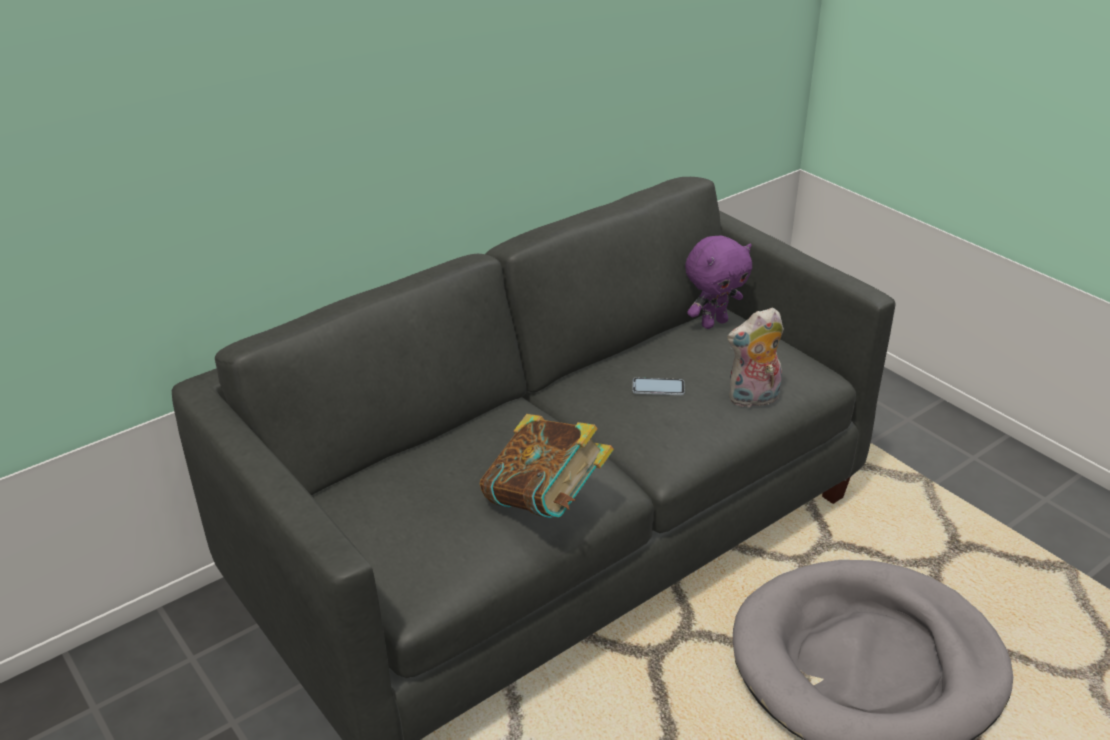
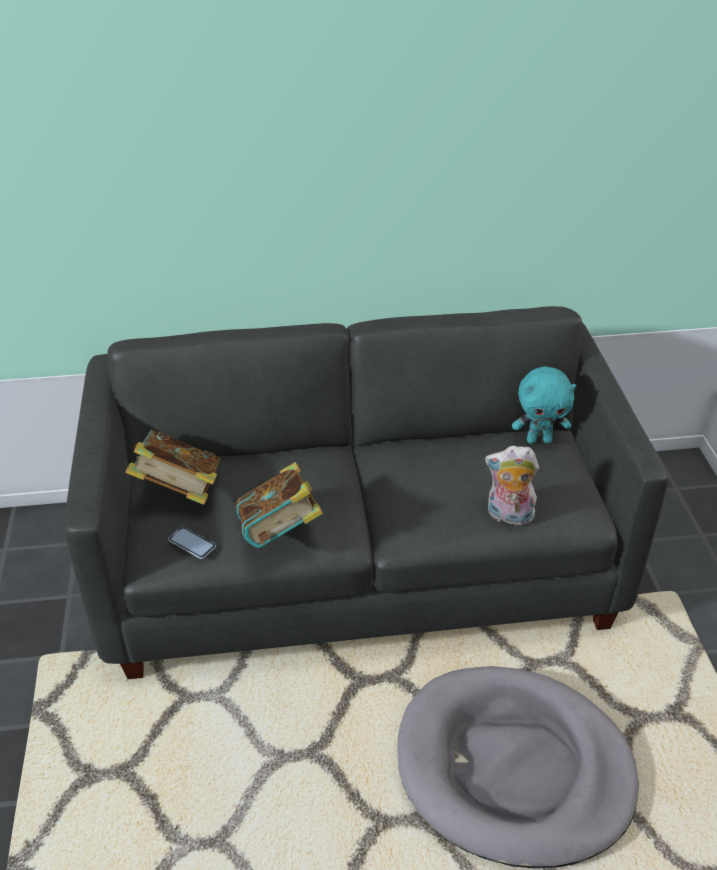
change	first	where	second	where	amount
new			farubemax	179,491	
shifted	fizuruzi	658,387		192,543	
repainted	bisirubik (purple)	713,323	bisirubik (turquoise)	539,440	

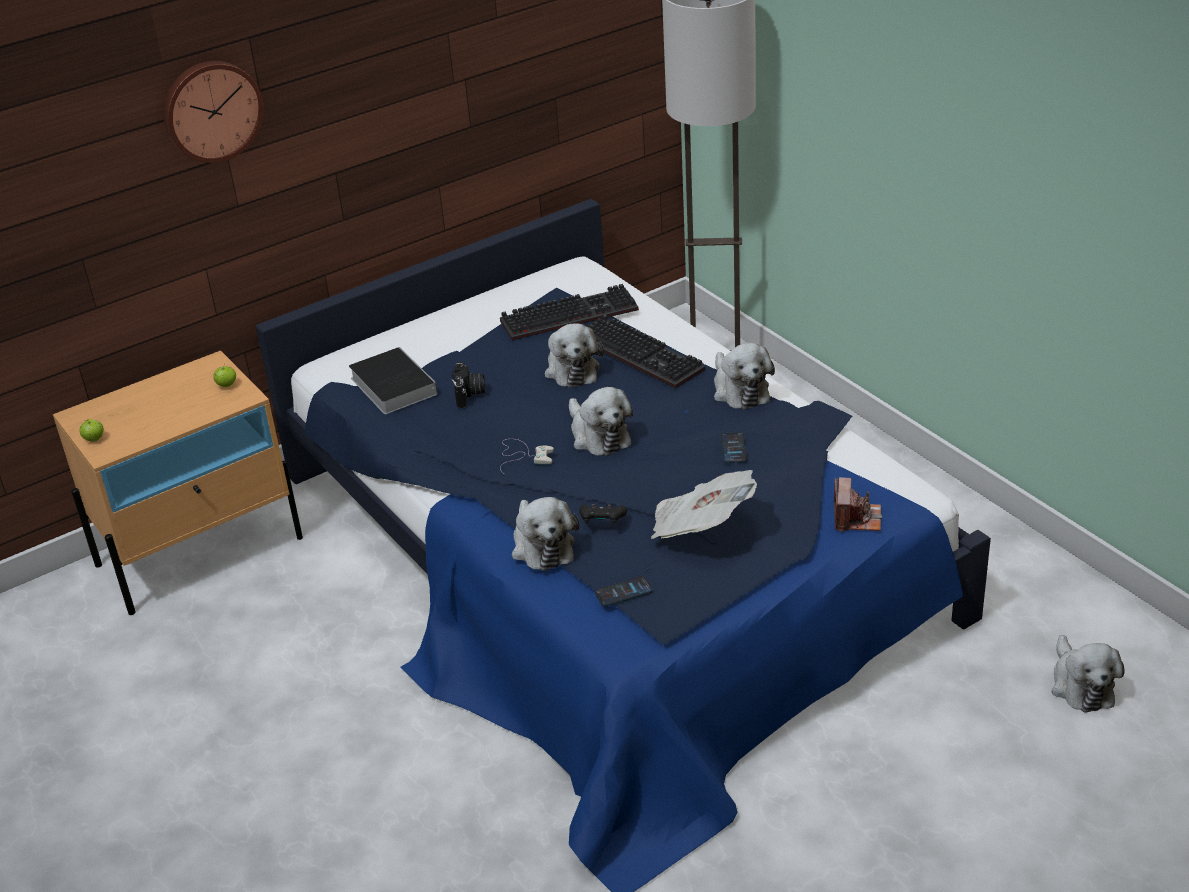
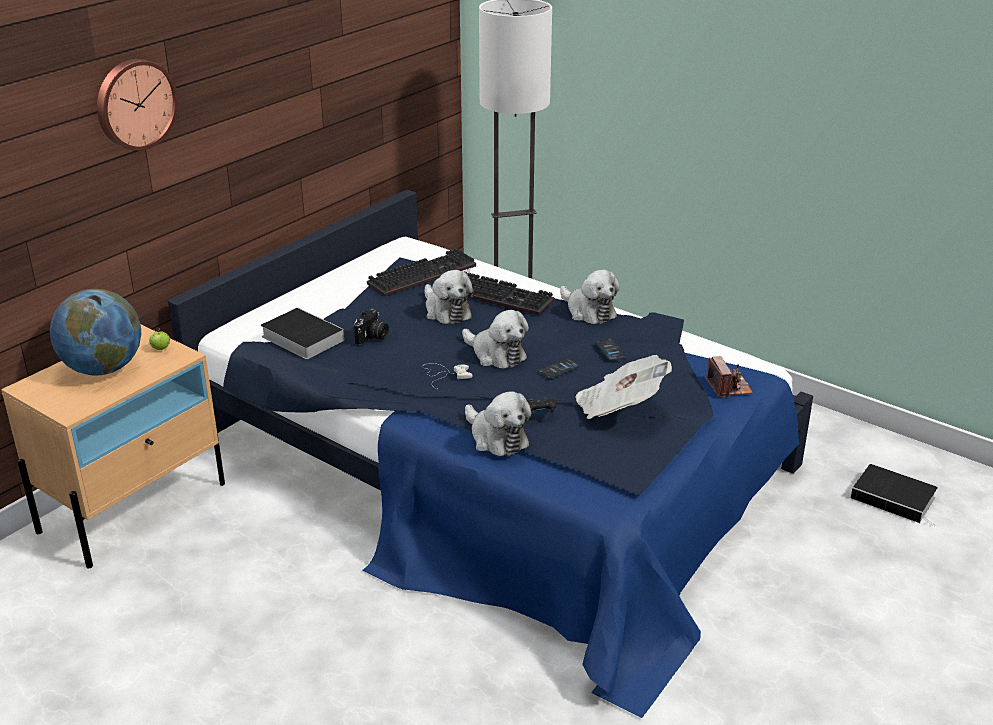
change	first	where	second	where	amount
gone	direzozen	94,439			
new			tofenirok	103,369	
shifted	fizuruzi	623,592		558,369	
swapped	bisirubik	1081,685	farubemax	895,498	
rotated	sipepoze	469,394		372,337	45 degrees clockwise

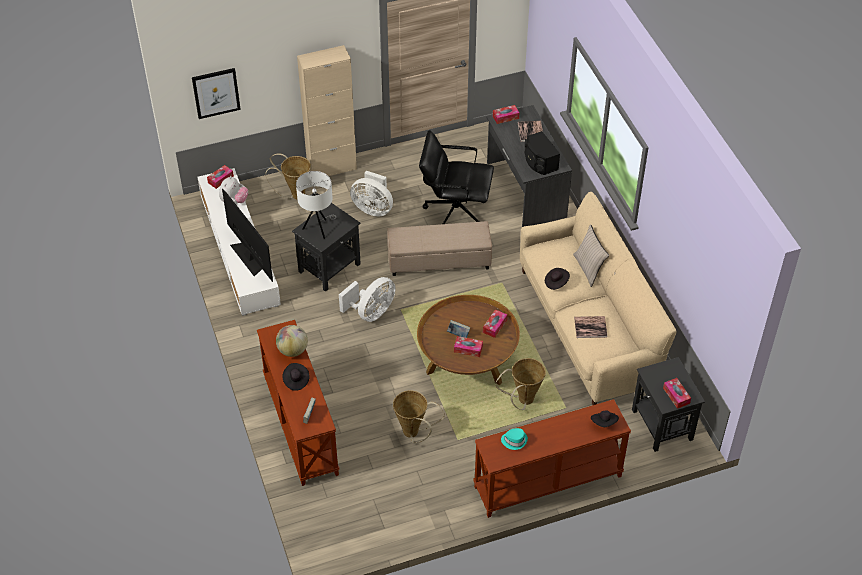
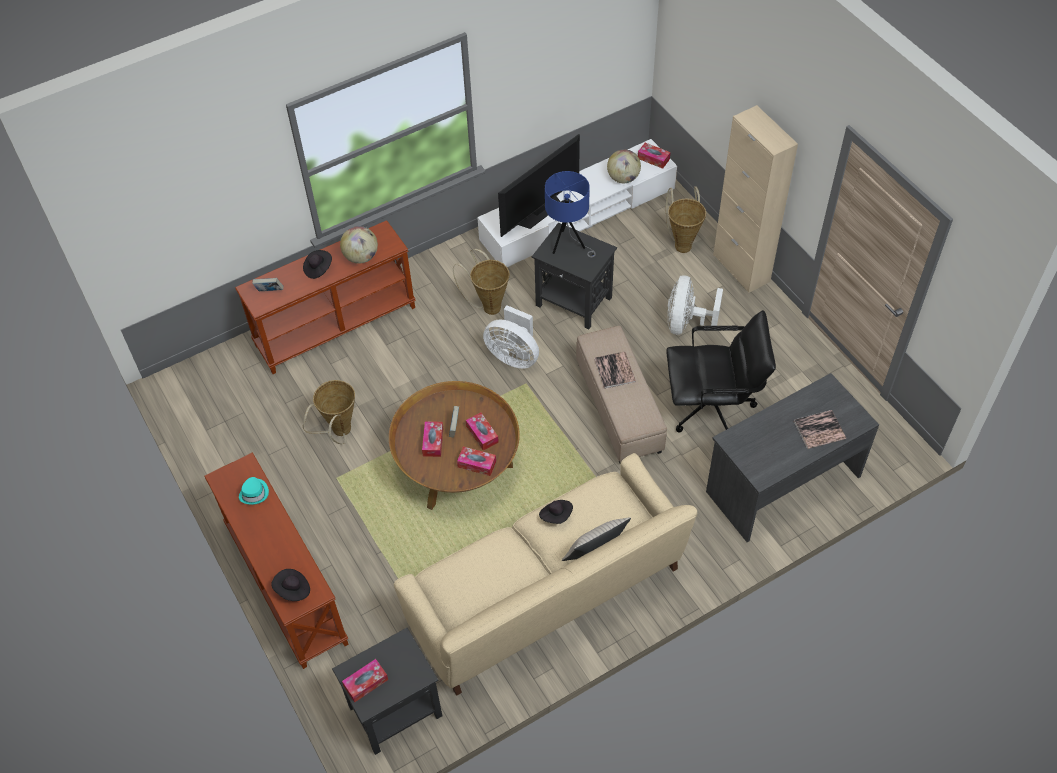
change	first	where	second	where	amount
gone	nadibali	216,93			
gone	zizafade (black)	539,162			
shifted	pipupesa	505,117		482,434	
shifted	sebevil	522,401		488,306	
shifted	farubemax	590,327		615,370	
swapped	bisirubik	234,201	tofenirok	623,178	
repainted	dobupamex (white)	318,228	dobupamex (blue)	568,245	
rotated	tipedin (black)	455,211		712,409	90 degrees clockwise

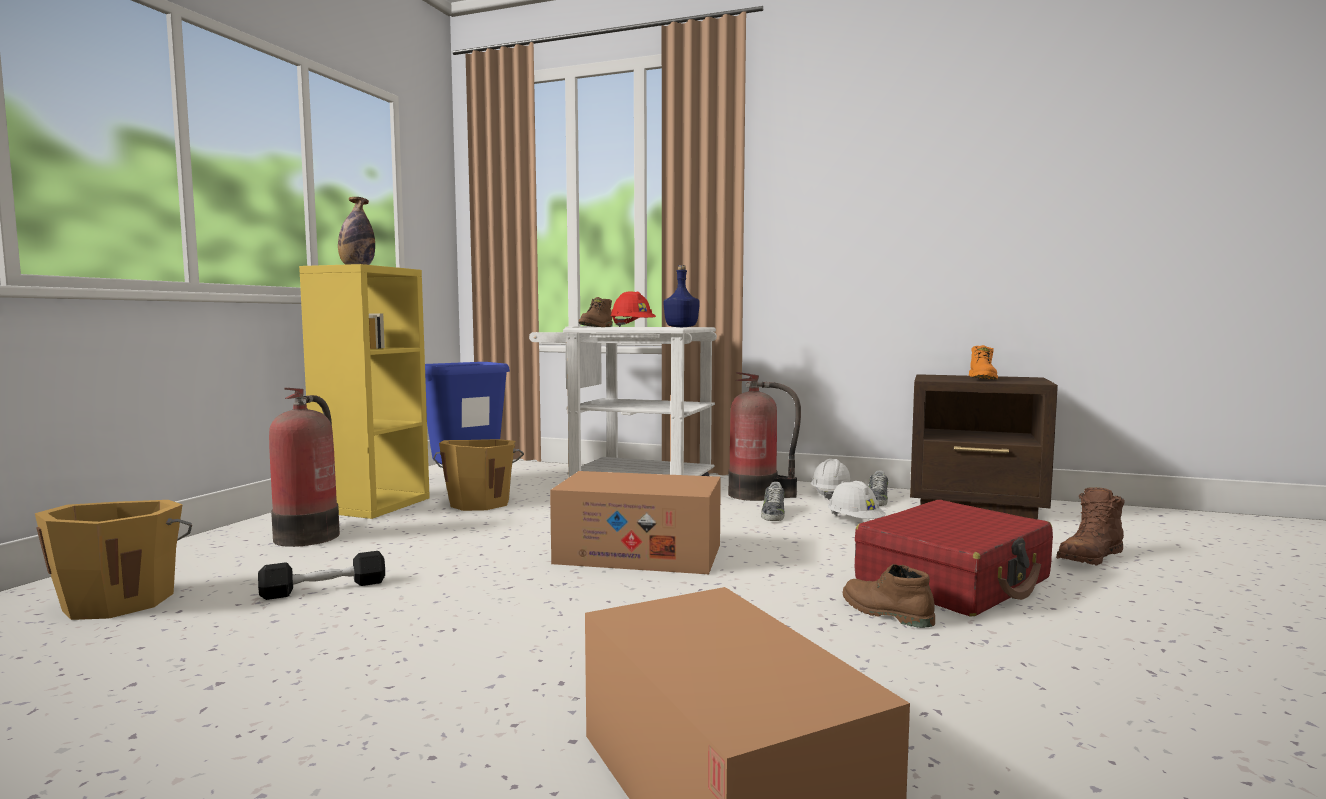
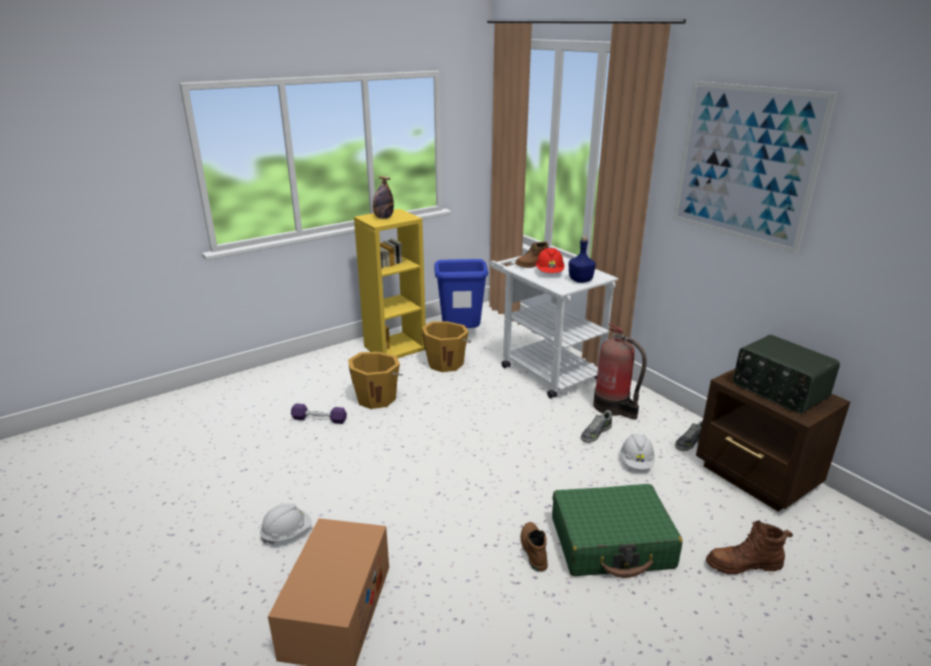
change	first	where	second	where	amount
gone	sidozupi	310,535			
gone	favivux	639,554			
new			nadibali	744,164	
shifted	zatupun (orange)	120,601		376,397	
shifted	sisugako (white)	831,494		287,533	
swapped	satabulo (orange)	983,378	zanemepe	779,391	
repainted	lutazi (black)	324,588	lutazi (purple)	319,419	
repainted	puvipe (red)	953,580	puvipe (green)	612,543	

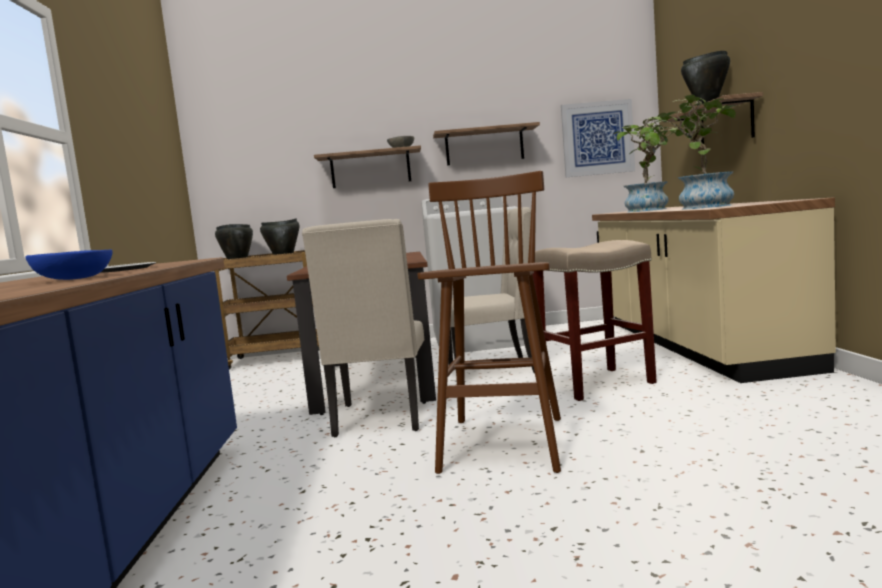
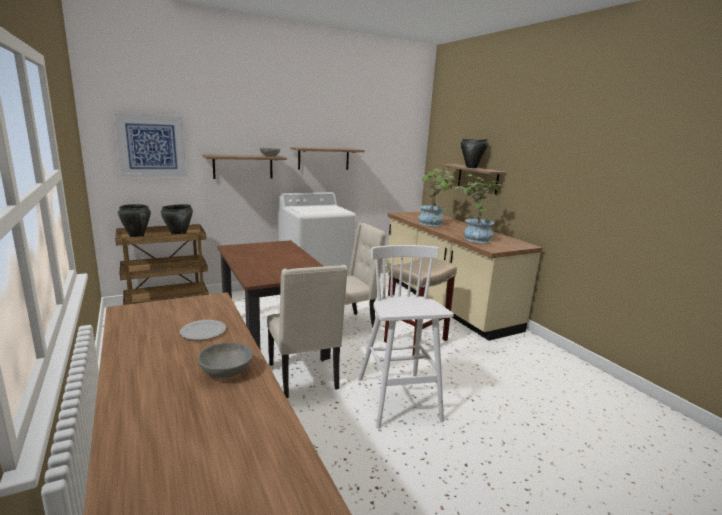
change	first	where	second	where	amount
shifted	nadibali	597,138		151,146	
repainted	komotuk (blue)	75,279	komotuk (grey)	227,371	
repainted	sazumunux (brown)	503,445	sazumunux (white)	399,400	

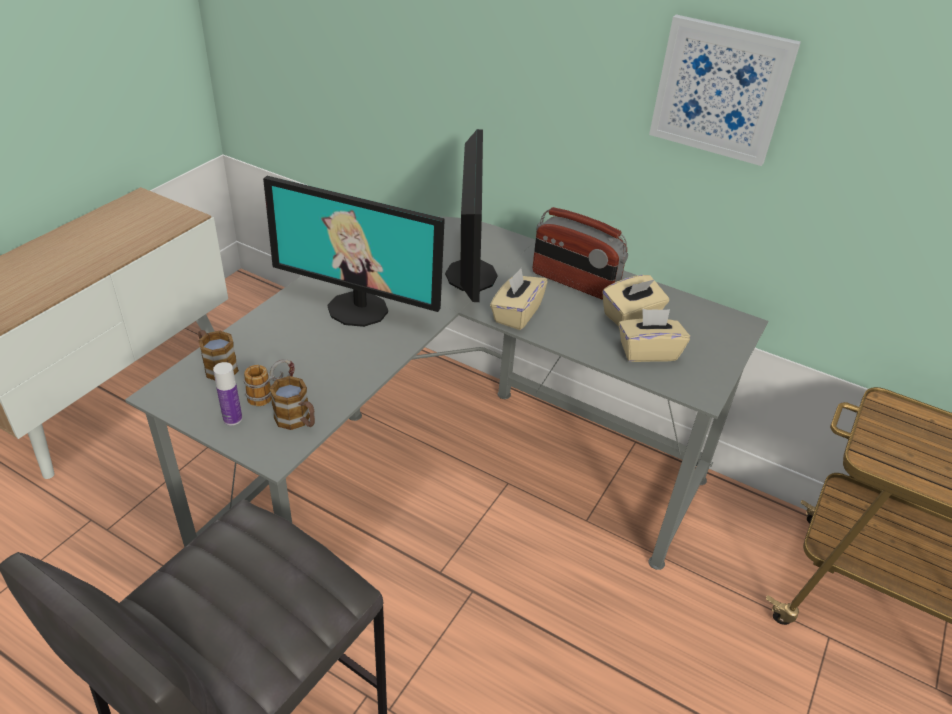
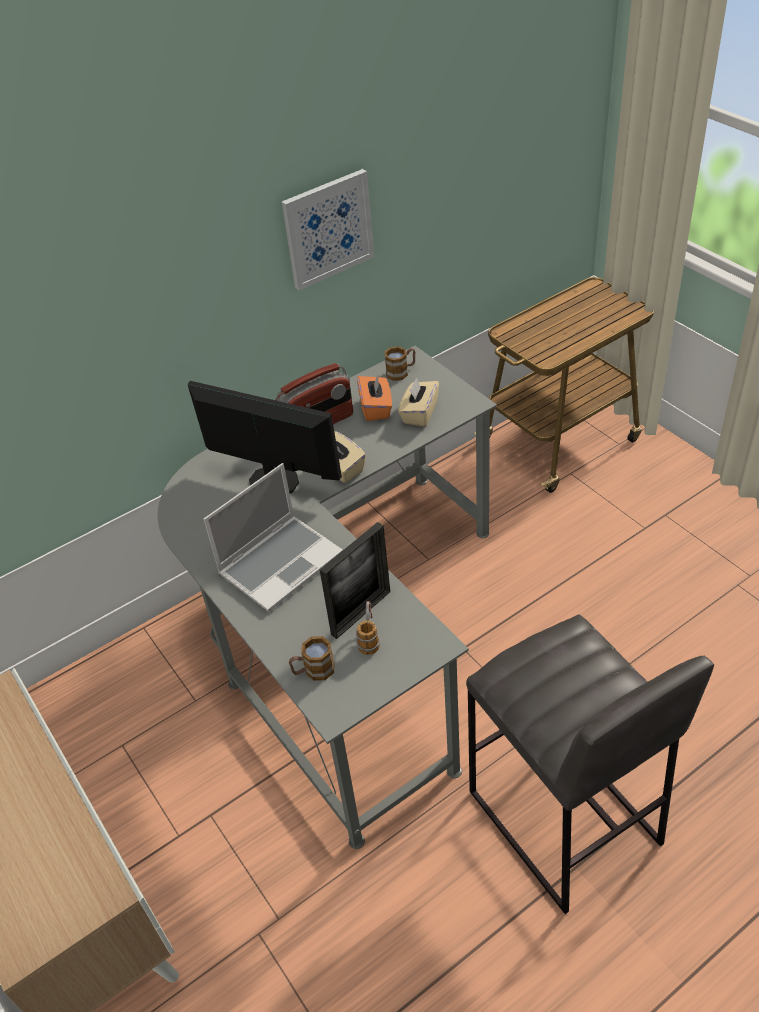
change	first	where	second	where	amount
gone	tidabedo	232,419			
new			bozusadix	361,613	
shifted	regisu	297,421		401,372	
swapped	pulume	358,308	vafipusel	281,563	
repainted	pipupesa (beige)	631,316	pipupesa (orange)	376,408	

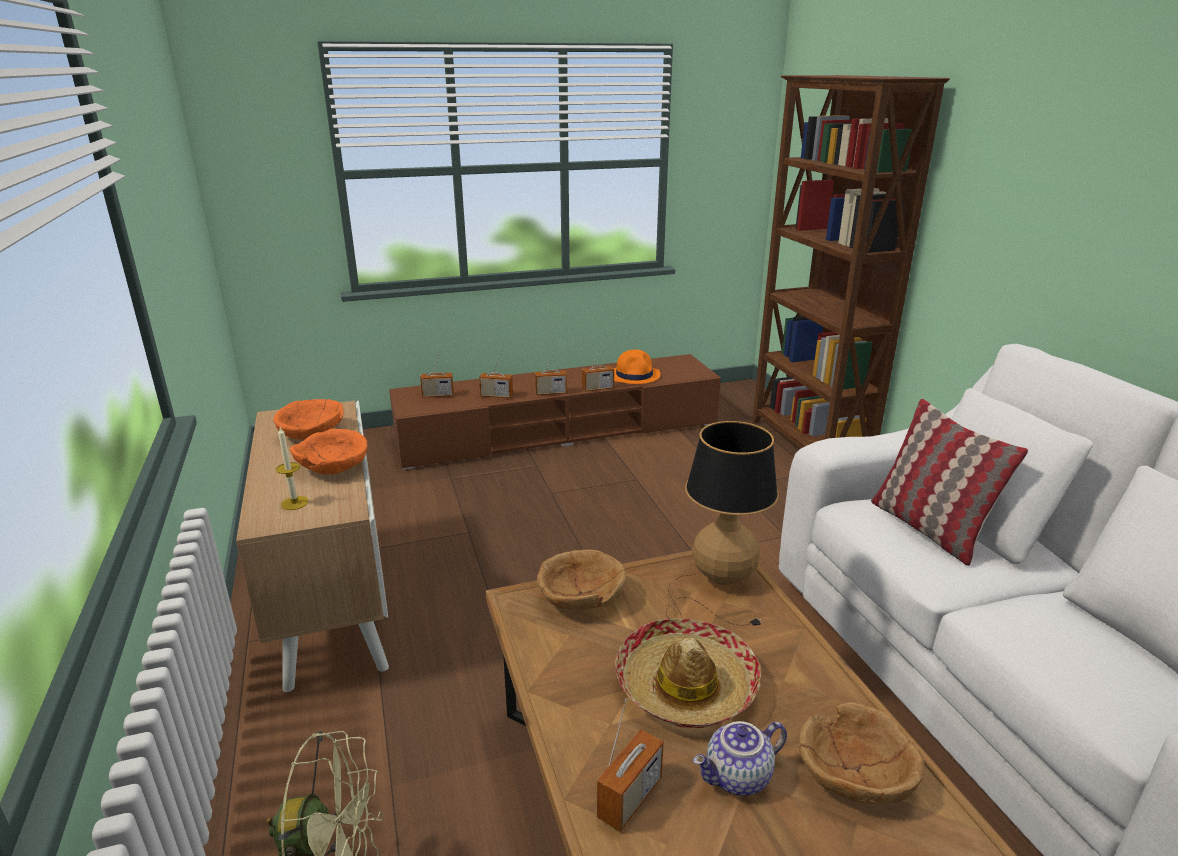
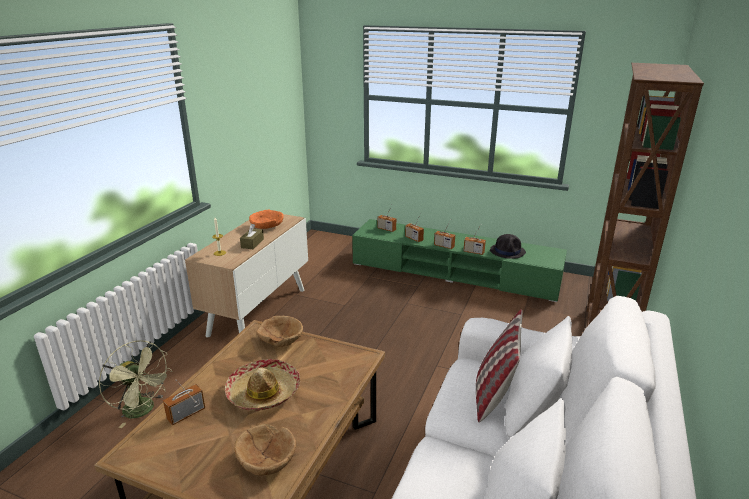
change	first	where	second	where	amount
gone	dobupamex	718,583			
gone	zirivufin	738,778			
swapped	komotuk (orange)	333,466	pipupesa (brown)	252,243	
repainted	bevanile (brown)	559,431	bevanile (green)	454,272	
repainted	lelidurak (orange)	634,375	lelidurak (black)	507,251	
rotated	zanemepe	630,798		186,414	150 degrees clockwise

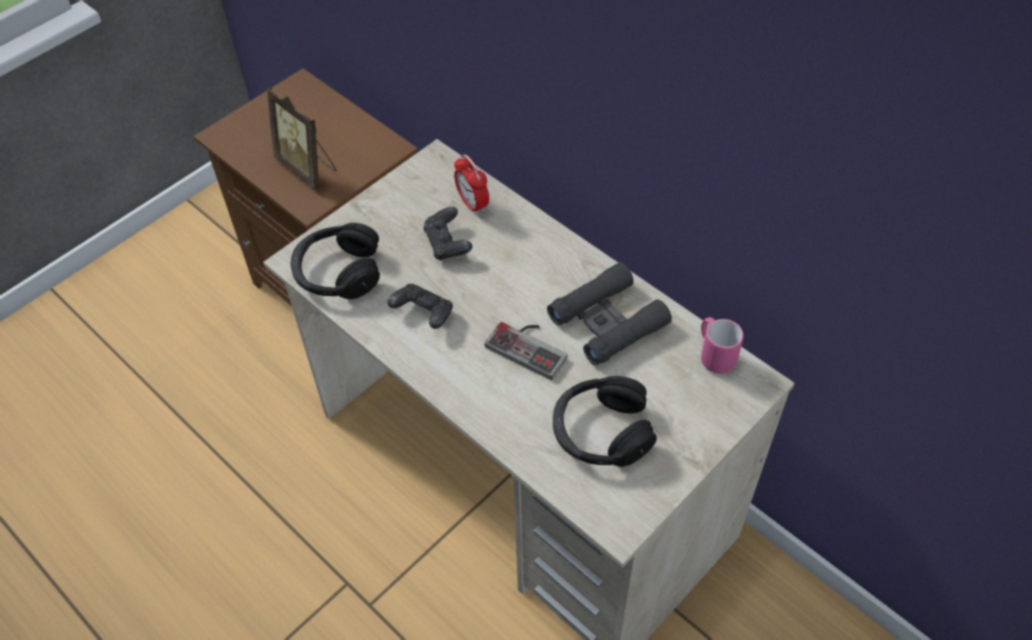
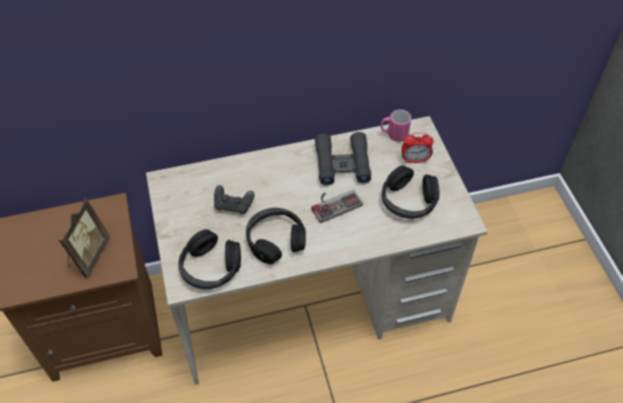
change	first	where	second	where	amount
shifted	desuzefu	472,204		415,160	
swapped	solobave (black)	423,314	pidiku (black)	275,240	
rotated	bozusadix	308,168		88,256	60 degrees counterclockwise

